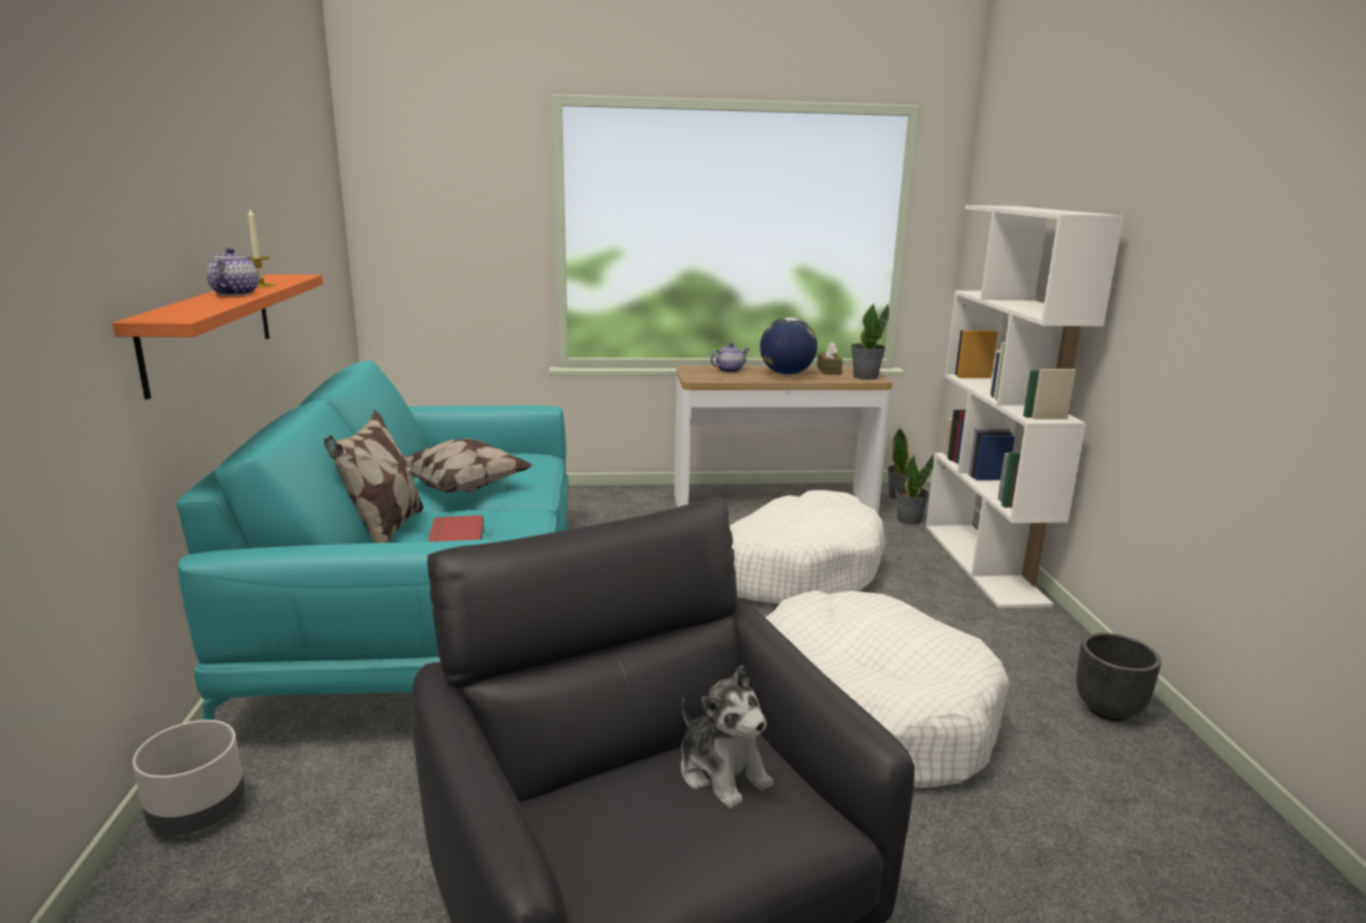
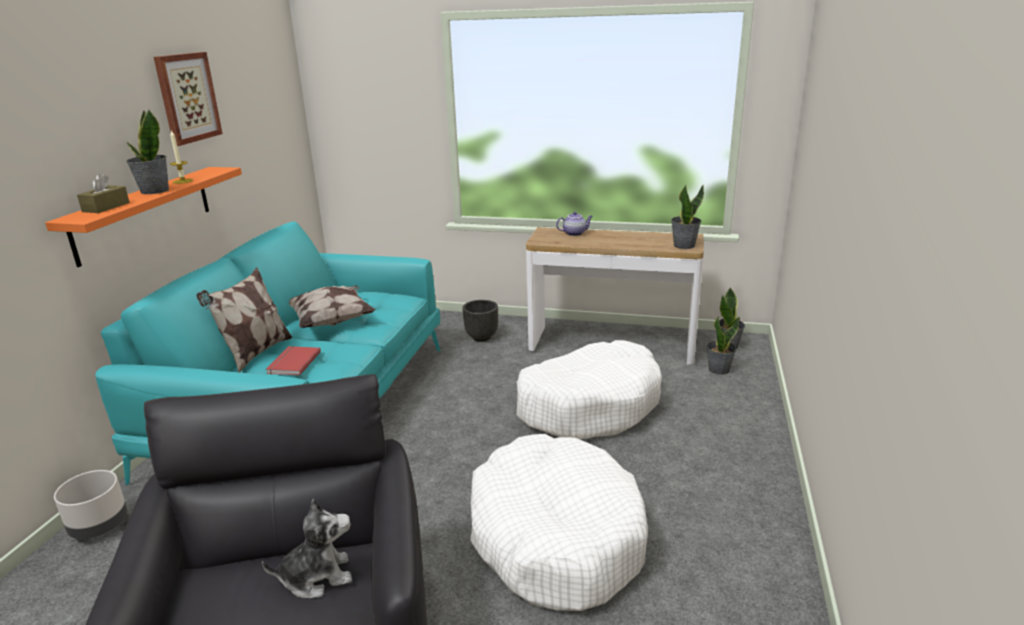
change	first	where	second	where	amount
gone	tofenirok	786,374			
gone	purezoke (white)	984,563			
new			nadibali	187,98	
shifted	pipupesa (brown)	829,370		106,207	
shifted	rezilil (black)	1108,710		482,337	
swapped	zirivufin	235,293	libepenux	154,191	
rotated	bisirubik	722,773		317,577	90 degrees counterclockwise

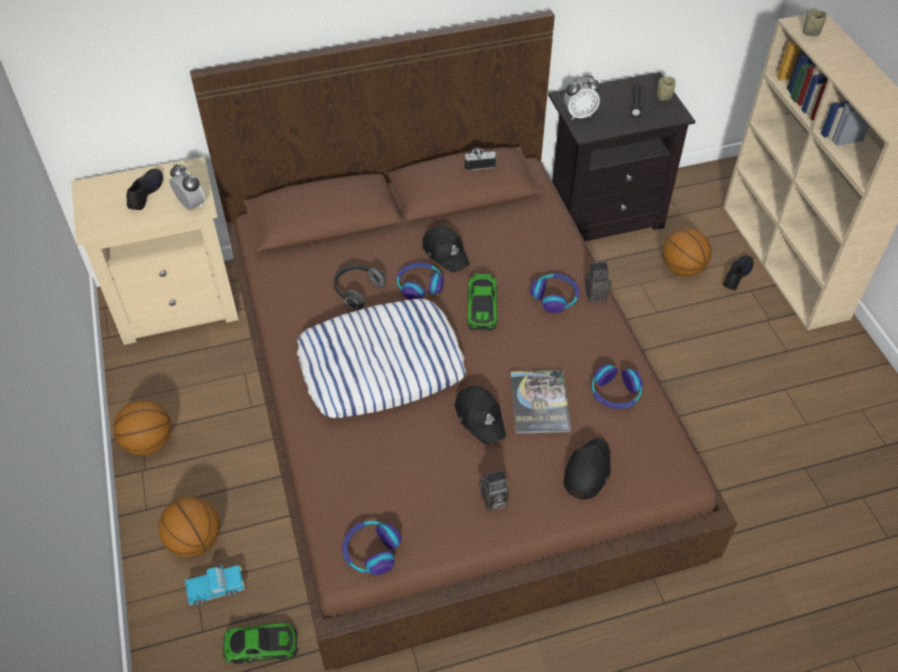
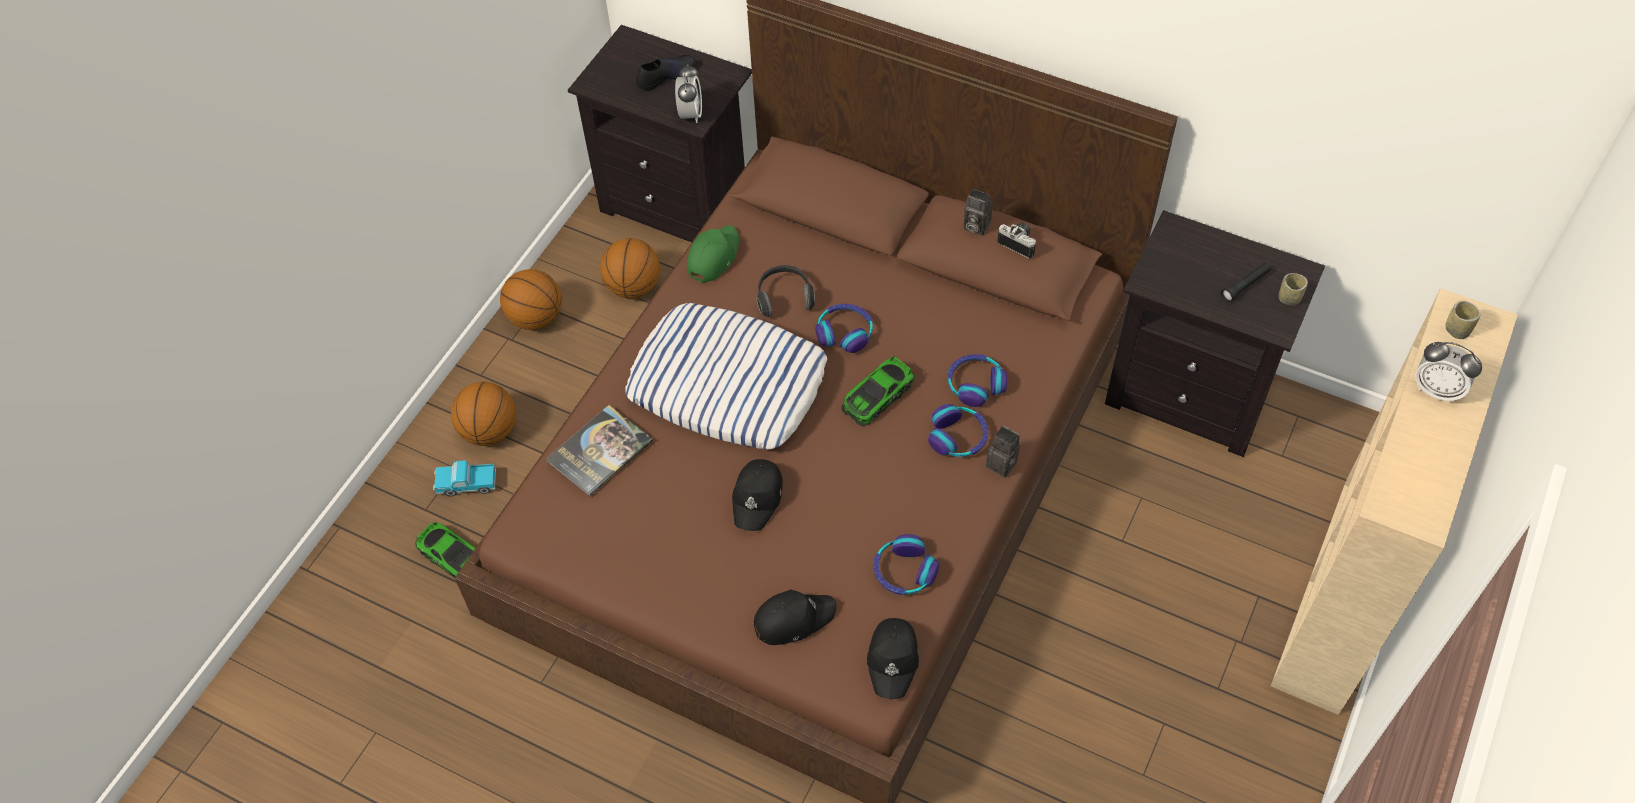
change	first	where	second	where	amount
gone	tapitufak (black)	737,275			
new			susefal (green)	713,257	
shifted	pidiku	371,551		975,384	
shifted	susefal (black)	446,253		893,660	
shifted	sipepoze	493,501		974,226	
shifted	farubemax	539,402		600,451	
shifted	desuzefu	579,115		1436,390	
shifted	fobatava	682,269		633,287	
repainted	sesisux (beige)	178,304	sesisux (black)	679,203	
rotated	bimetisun	217,589		466,484	150 degrees clockwise

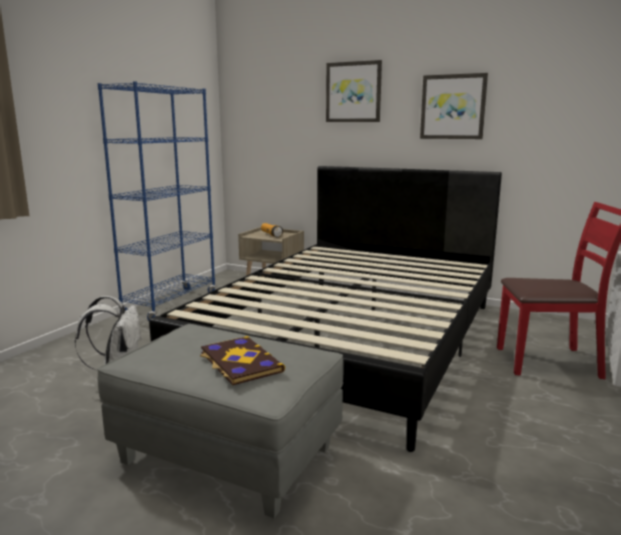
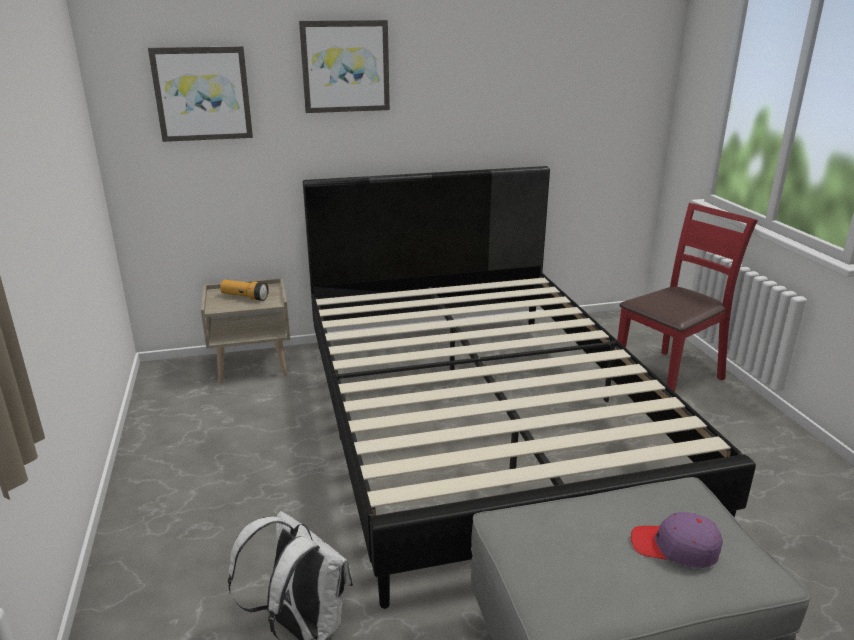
change	first	where	second	where	amount
gone	purezoke (blue)	171,304			
shifted	nadibali	453,107		202,94	
swapped	farubemax	239,362	susefal (purple)	675,547	

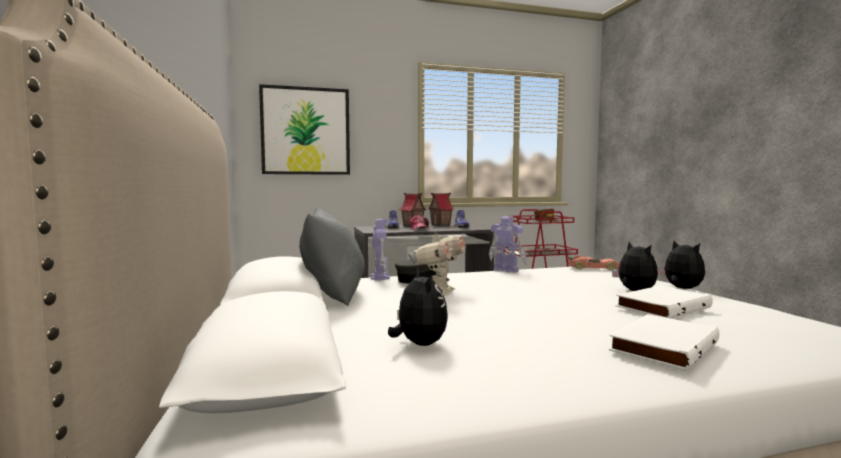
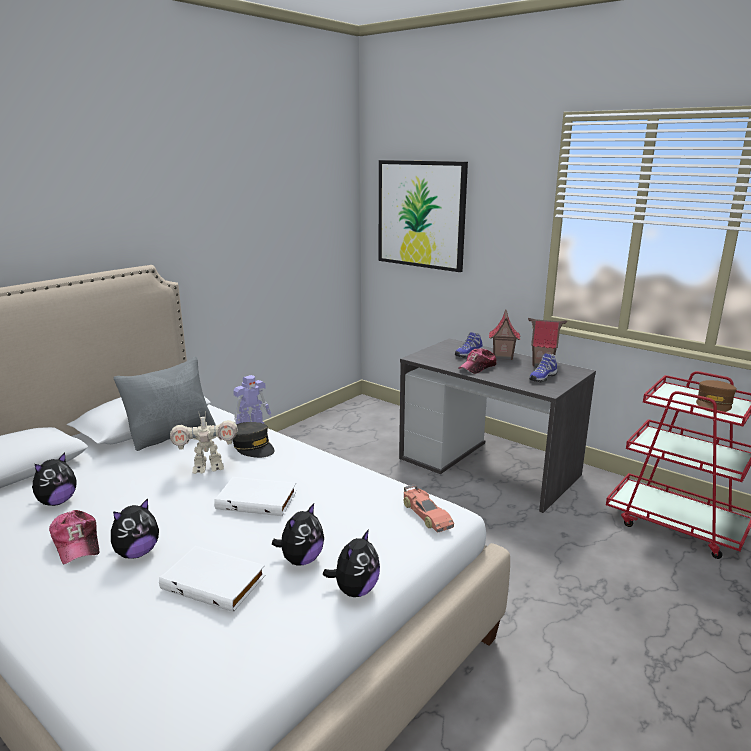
change	first	where	second	where	amount
gone	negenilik	505,270			
new			susefal	77,543	
new			bisirubik	137,553	
shifted	farubemax (white)	662,346		258,499	

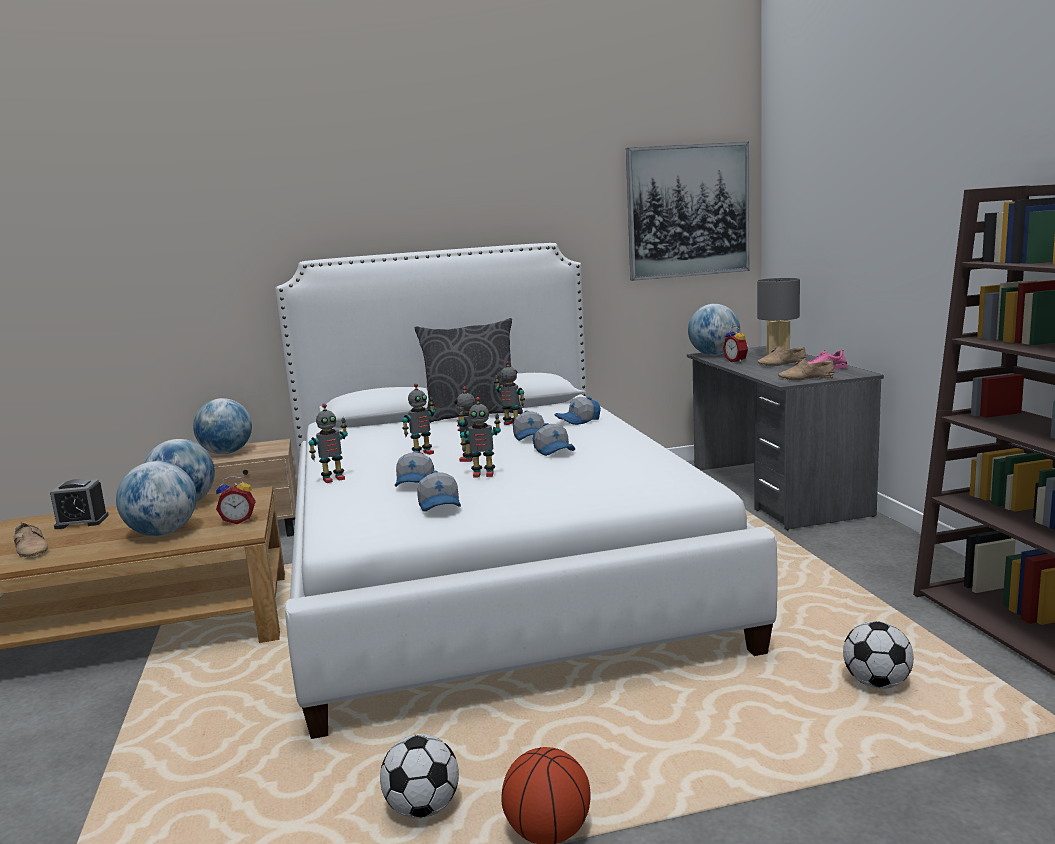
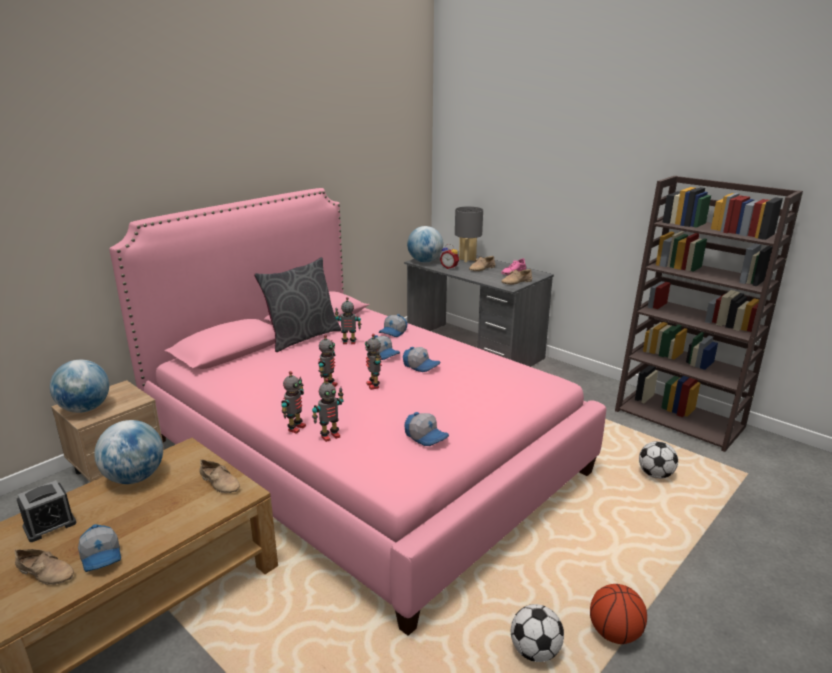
change	first	where	second	where	amount
gone	tofenirok	163,533			
gone	nadibali	688,211			
shifted	susefal	416,482		102,556	
shifted	negenilik	483,474		330,436	
swapped	desuzefu	239,521	tapitufak (beige)	220,482	
repainted	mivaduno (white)	487,569	mivaduno (pink)	362,456	

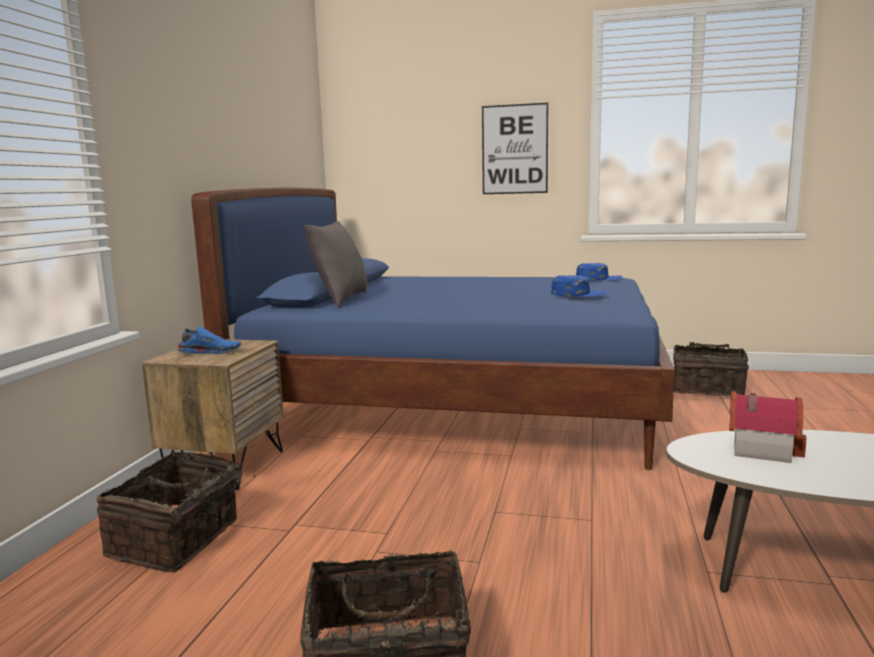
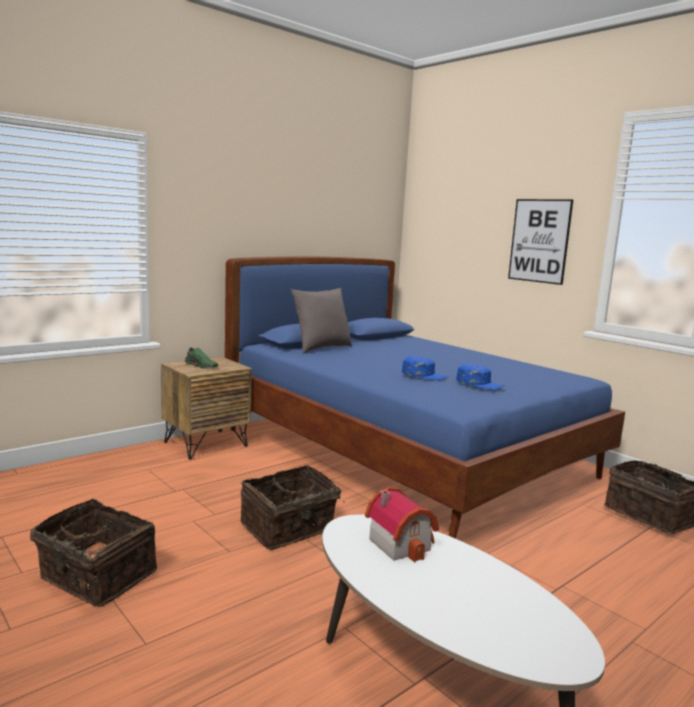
change	first	where	second	where	amount
shifted	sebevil	178,539		289,528	
shifted	susefal (blue)	598,279		424,375	
repainted	tapitufak (blue)	210,352	tapitufak (green)	202,366	

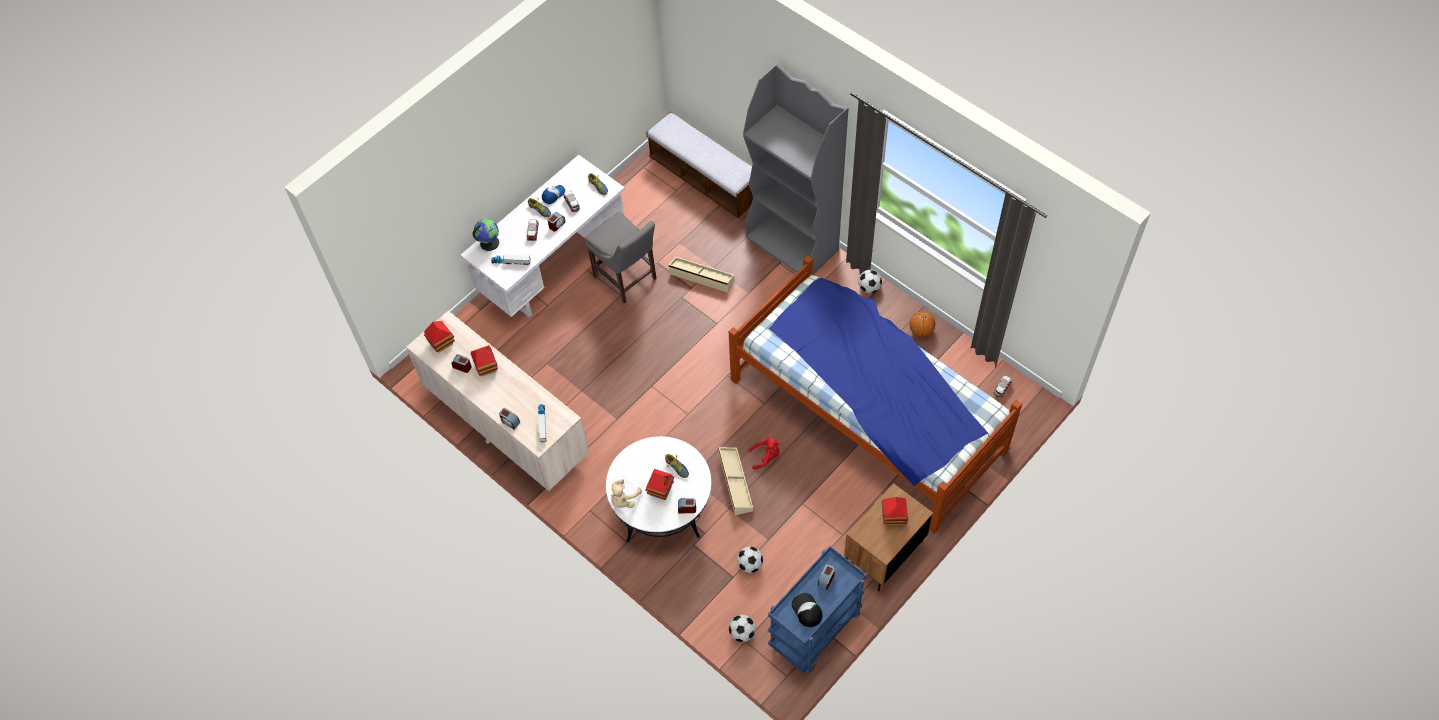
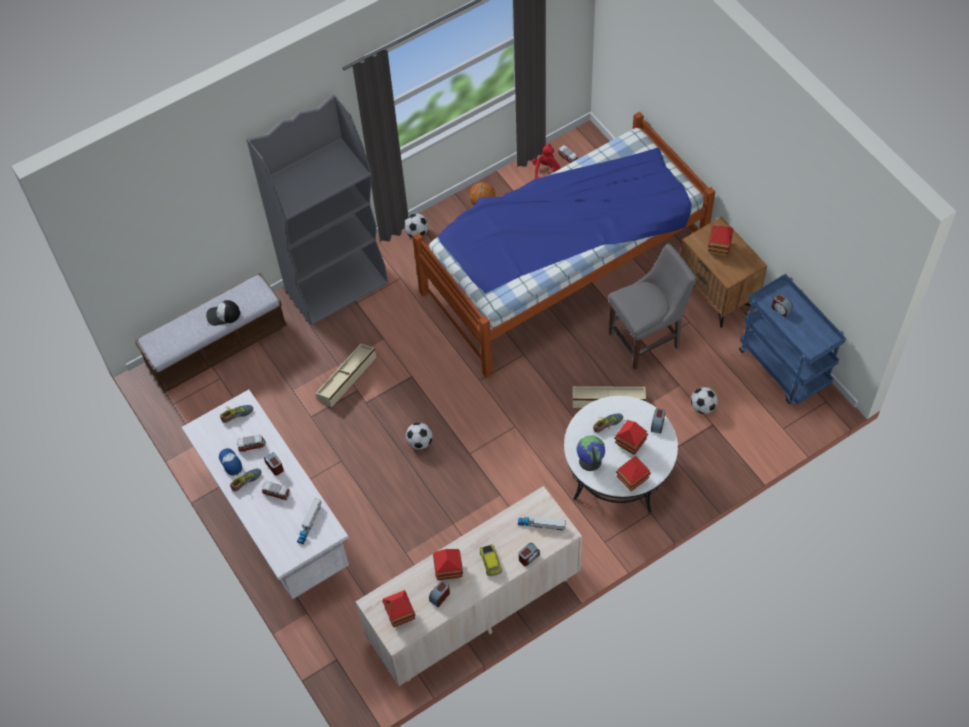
change	first	where	second	where	amount
new			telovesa	491,562	
shifted	tofenirok	489,242		589,461	
shifted	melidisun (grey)	627,279		647,339	
shifted	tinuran	742,633		420,442	
shifted	bisirubik (red)	766,456		546,171	
shifted	susefal	806,610		223,315	
swapped	bisirubik (beige)	624,499	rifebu	632,480	

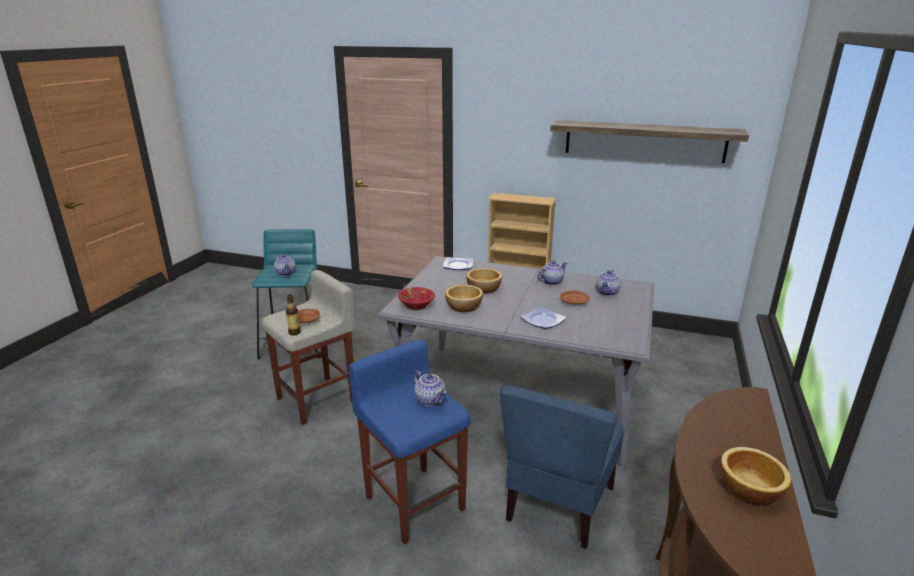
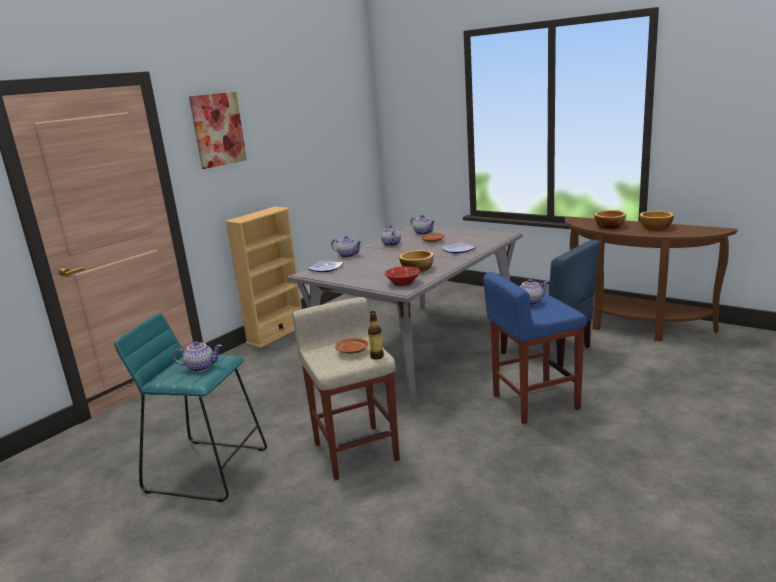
change	first	where	second	where	amount
gone	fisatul	644,141			
new			nadibali	218,129	
new			zirivufin	348,255	
shifted	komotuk	484,289		609,226	

